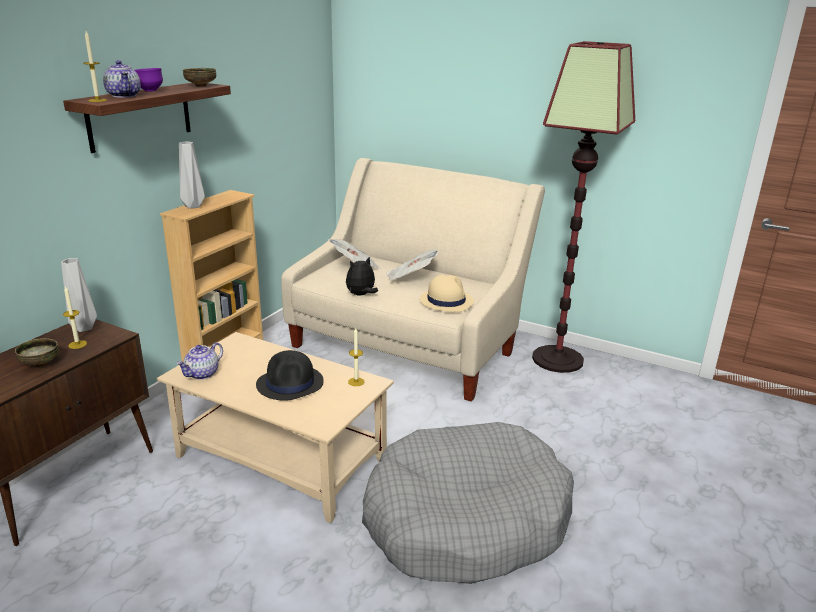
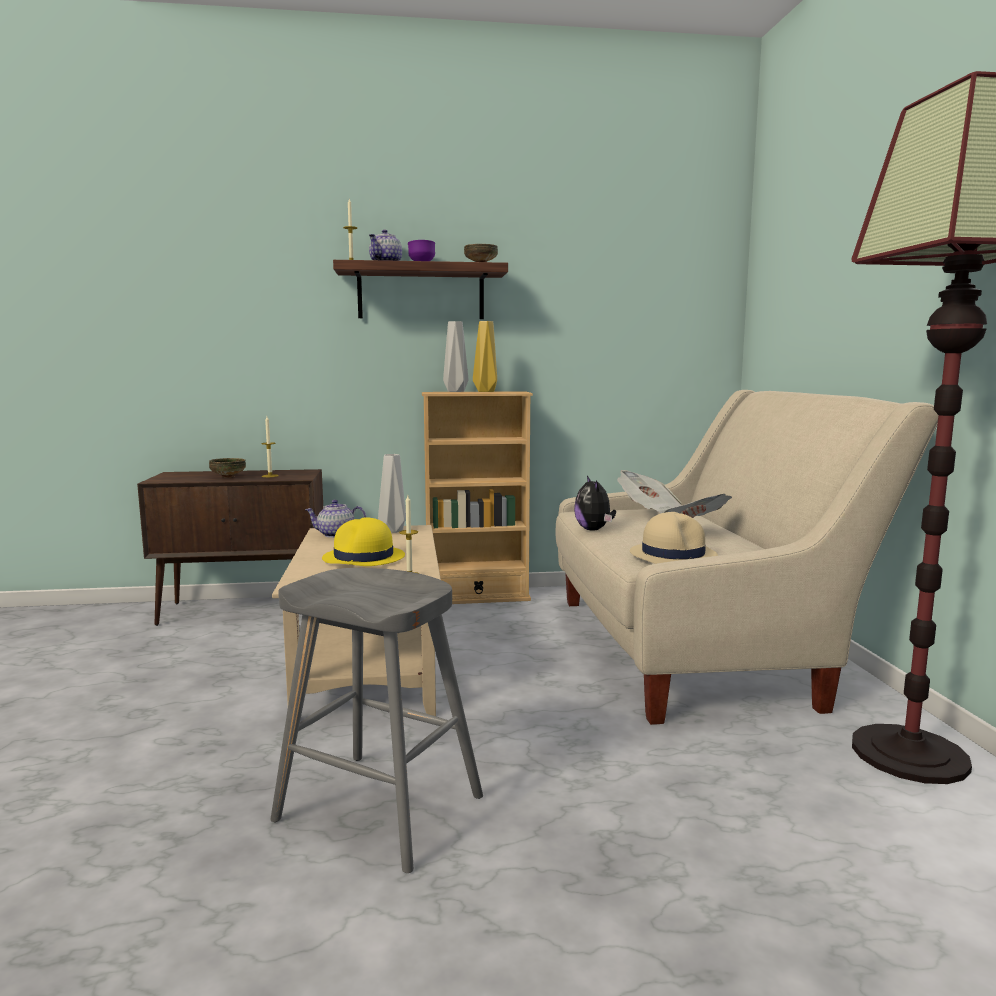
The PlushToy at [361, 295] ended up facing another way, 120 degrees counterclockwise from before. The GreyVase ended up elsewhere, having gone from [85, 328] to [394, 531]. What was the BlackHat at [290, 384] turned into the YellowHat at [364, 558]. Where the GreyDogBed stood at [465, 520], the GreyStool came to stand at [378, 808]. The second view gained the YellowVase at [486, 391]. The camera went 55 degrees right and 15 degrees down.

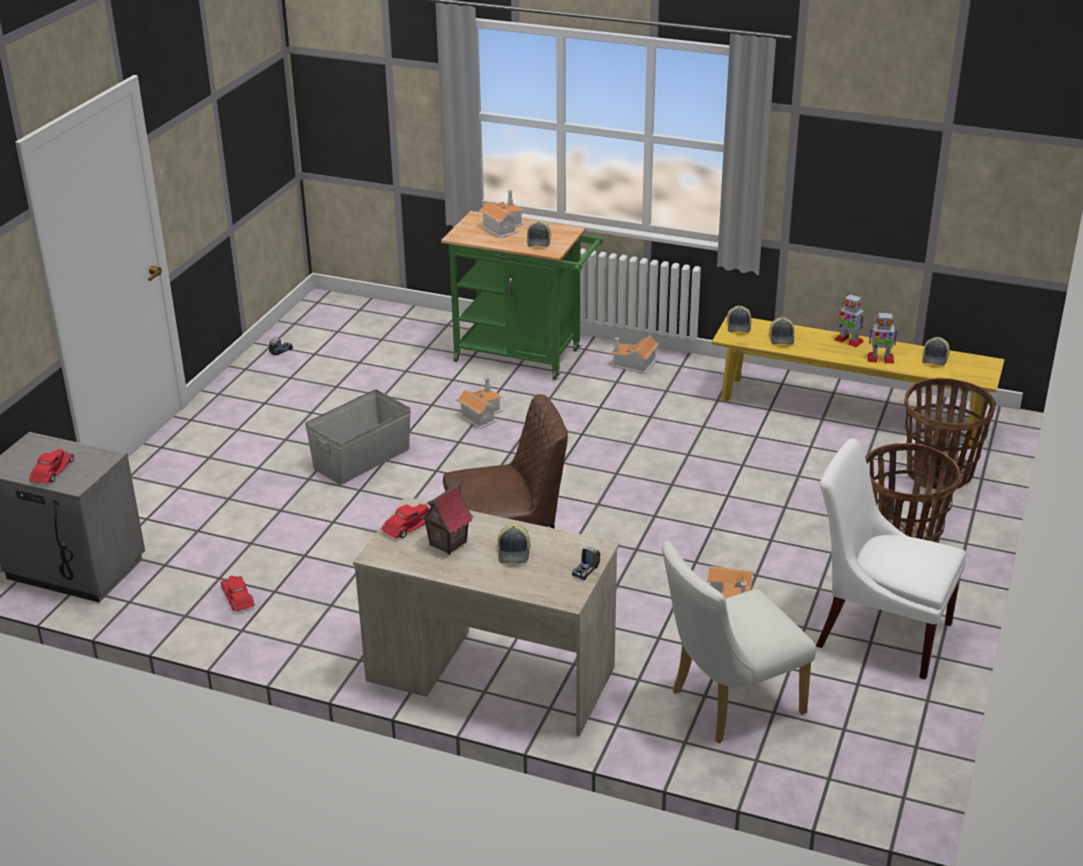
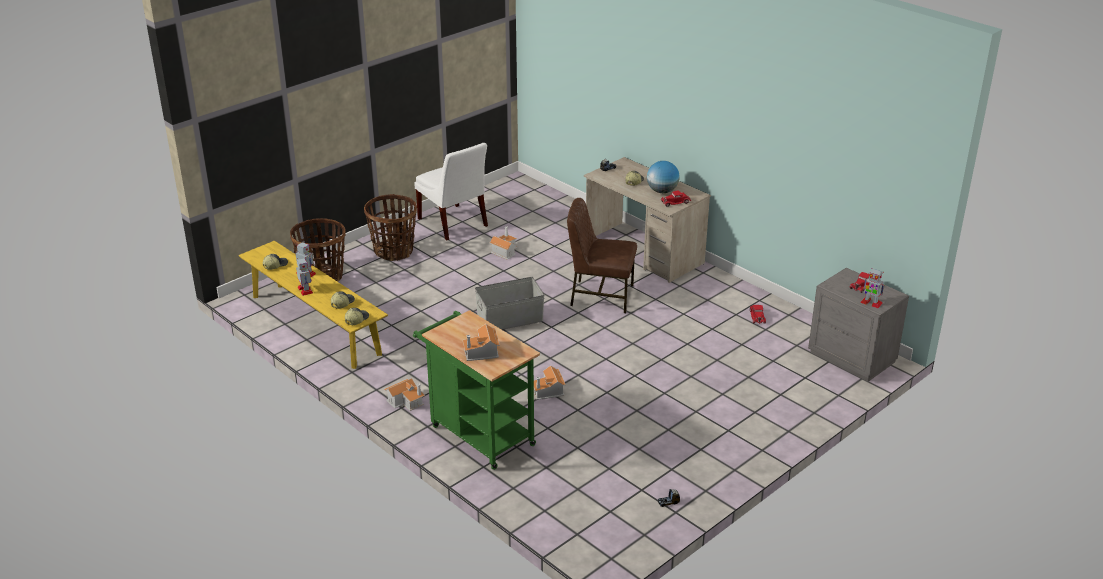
The second view lost the Cap at [539, 241]. The GreyStorageBox ended up elsewhere, having gone from [361, 458] to [510, 319]. Where the ToyHouse stood at [447, 543], the Globe came to stand at [662, 191]. The second view lost the WhiteChair at [728, 704]. The second view gained the ToyRobot at [870, 303]. The camera went 155 degrees left and 0 degrees up.

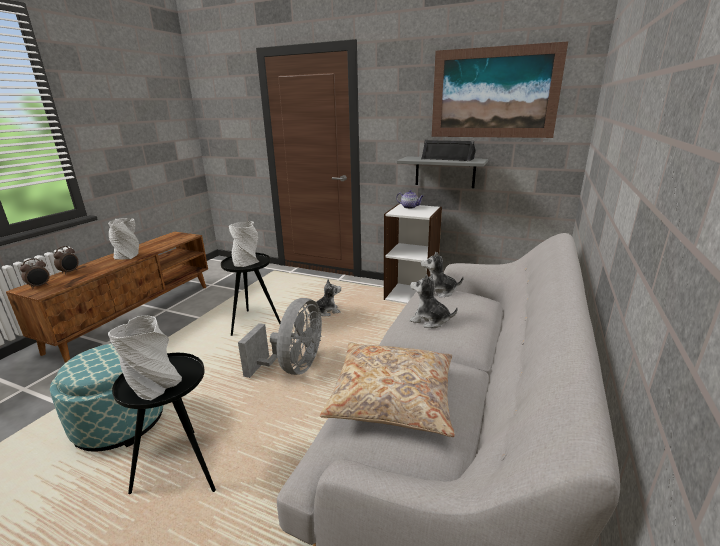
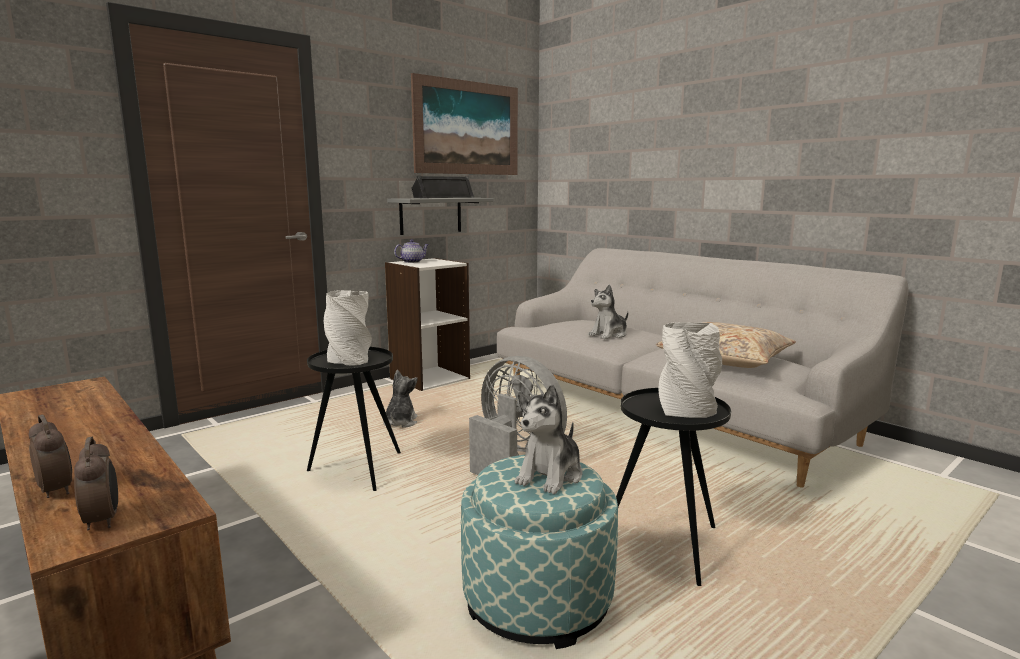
The second view lost the GreyVase at [128, 256]. The PlushToy ended up elsewhere, having gone from [439, 292] to [550, 475]. The camera went 65 degrees left and 10 degrees down.

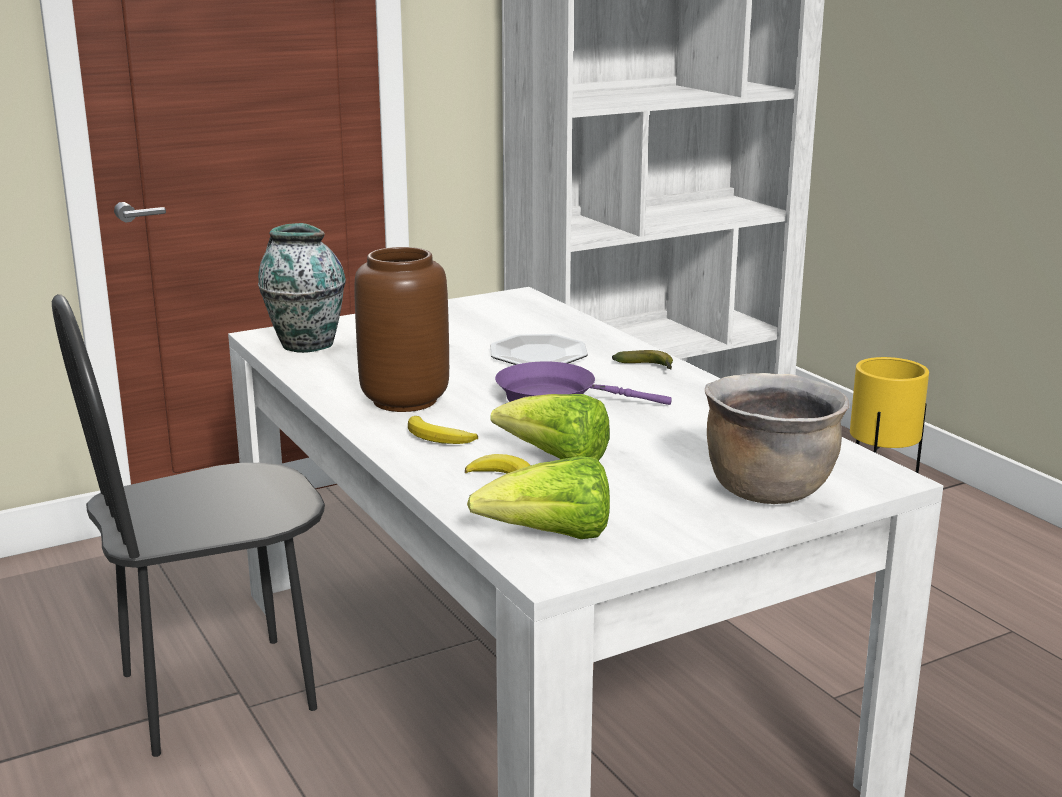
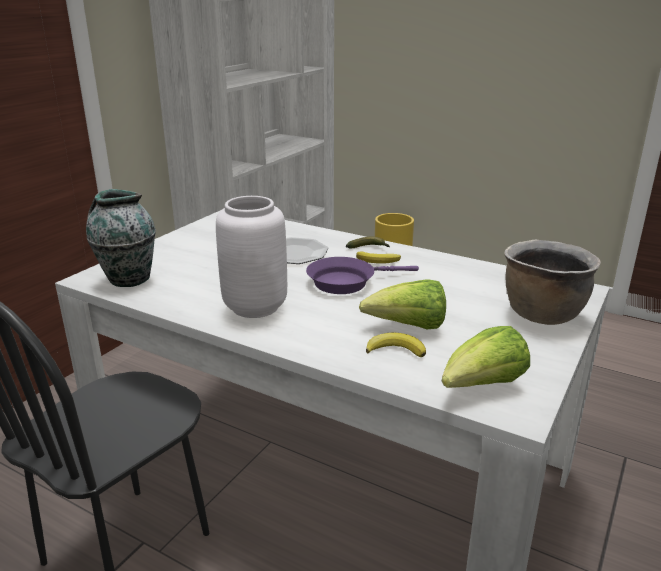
What was the BrownVase at [407, 401] turned into the WhiteVase at [256, 307]. The Banana ended up elsewhere, having gone from [438, 438] to [379, 261]. The camera went 30 degrees left and 5 degrees up.

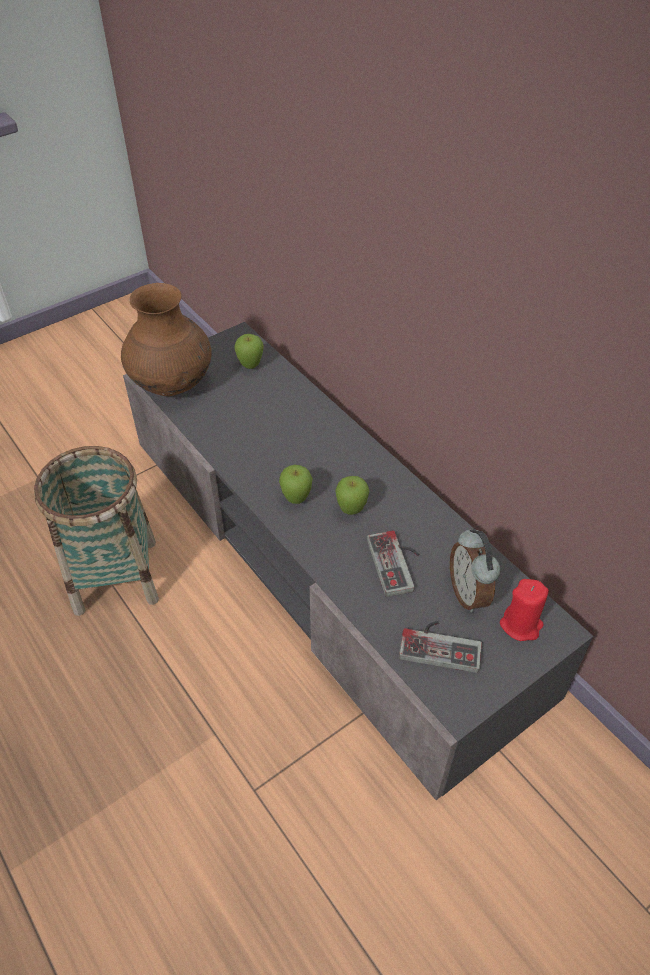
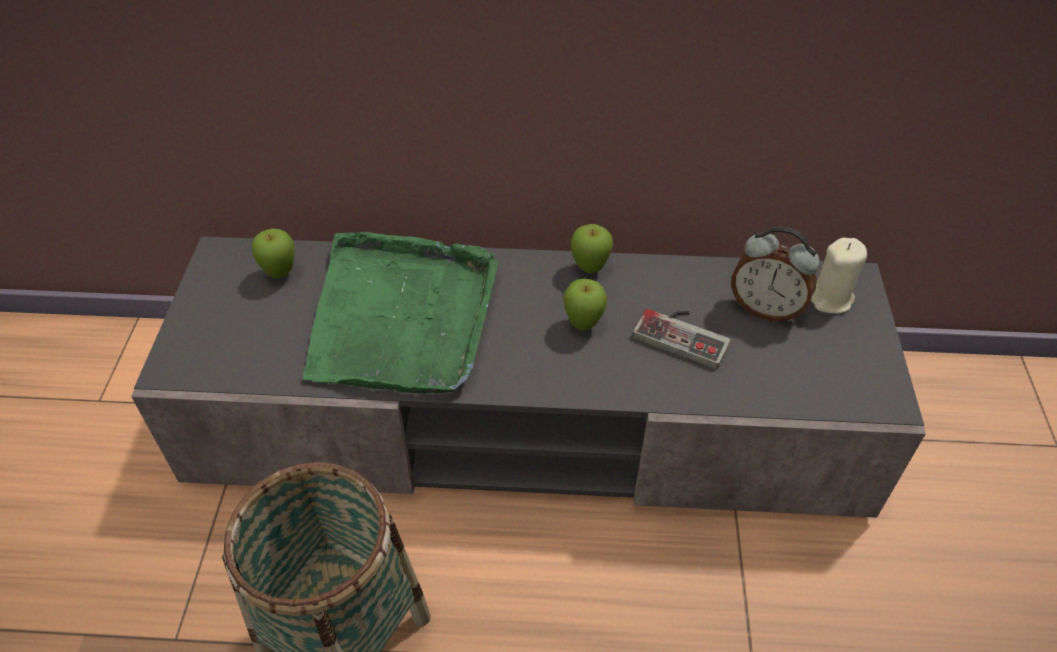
The second view lost the BrownVase at [172, 385]. The Apple ended up elsewhere, having gone from [296, 500] to [589, 269]. What was the RedCandle at [521, 625] turned into the BeigeCandle at [830, 298]. The second view lost the GameController at [440, 644]. The second view gained the GreenTray at [402, 317]. The camera went 50 degrees left and 0 degrees up.

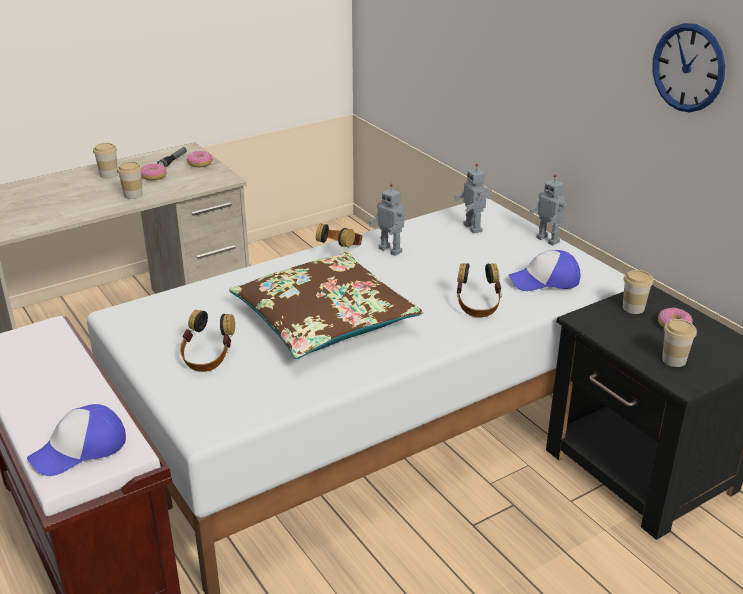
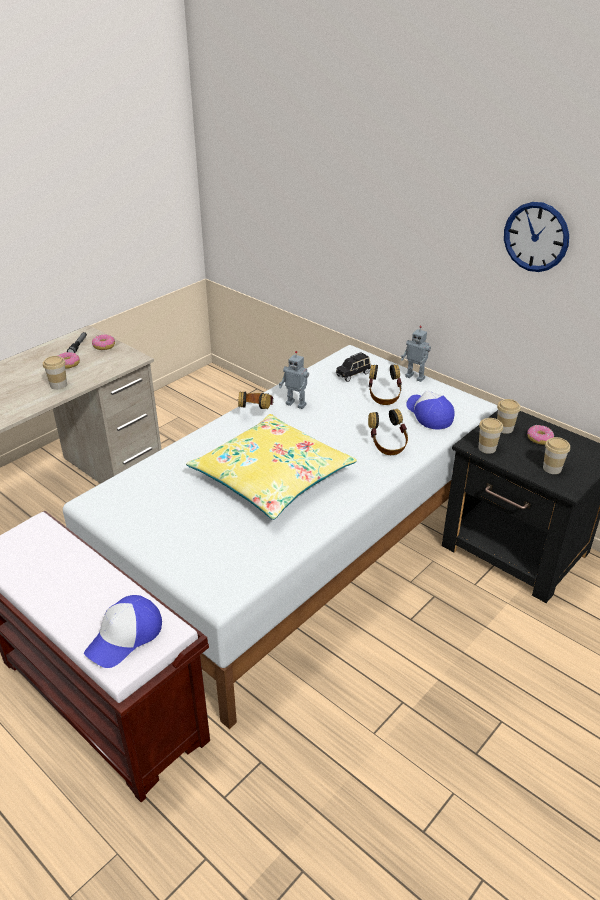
The Cup ended up elsewhere, having gone from [109, 175] to [487, 448]. Where the ToyRobot stood at [474, 228], the BlackToyCar came to stand at [353, 374]. The Cap at [545, 281] ended up facing another way, 90 degrees clockwise from before. What was the BrownPillow at [324, 320] turned into the YellowPillow at [271, 477]. The Headphones ended up elsewhere, having gone from [208, 359] to [384, 397]. The camera went 15 degrees left and 5 degrees up.

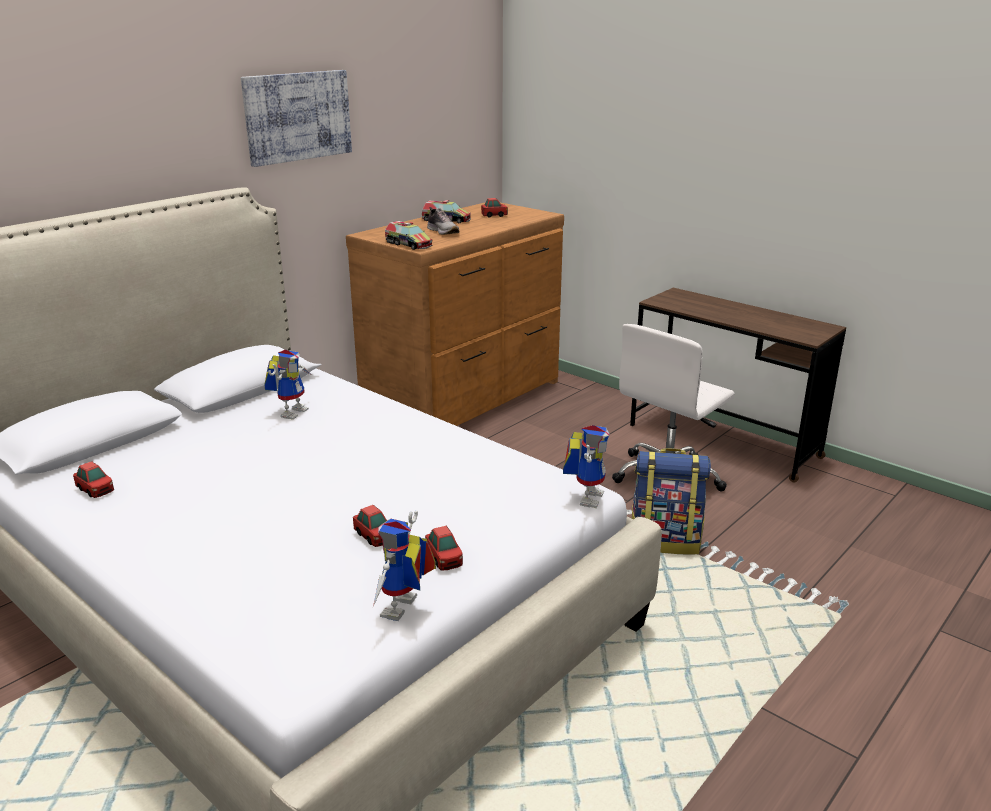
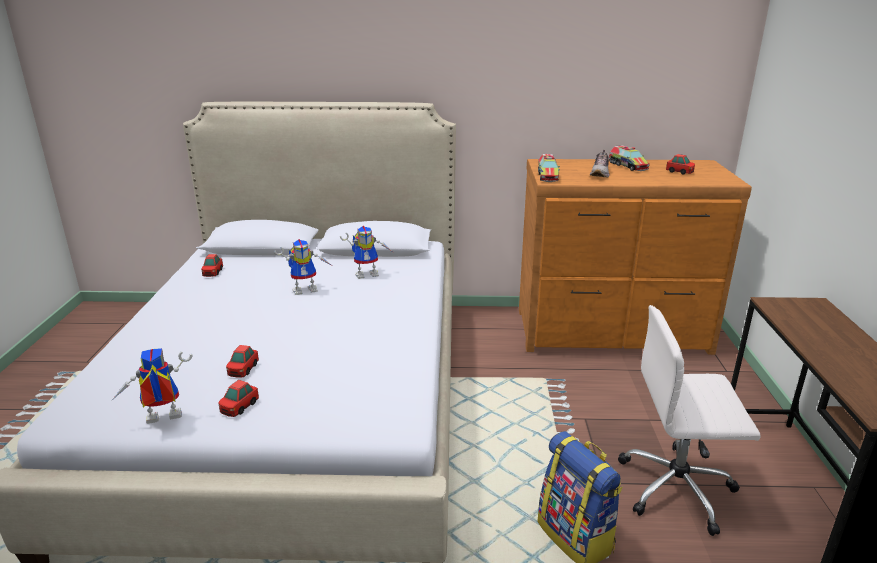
The second view lost the Picture at [297, 116]. The ToyRobot ended up elsewhere, having gone from [586, 496] to [306, 289]. The camera went 50 degrees right and 0 degrees up.

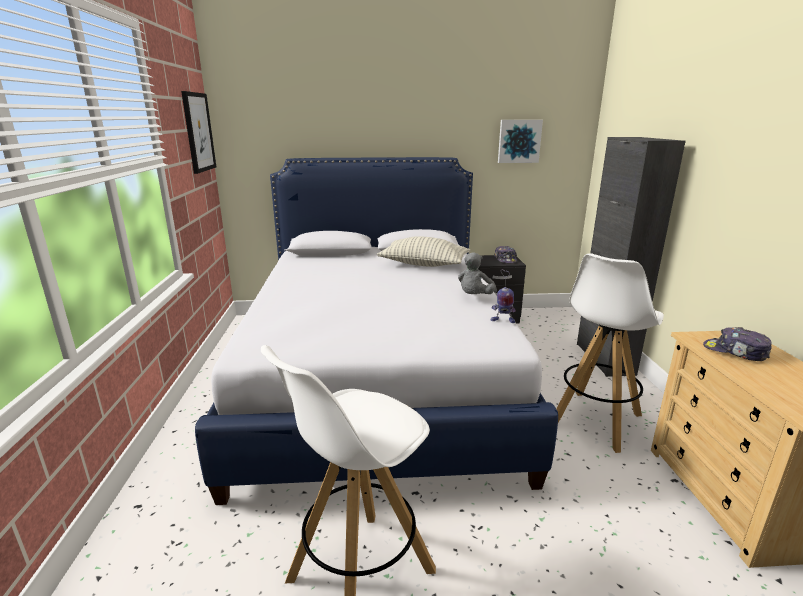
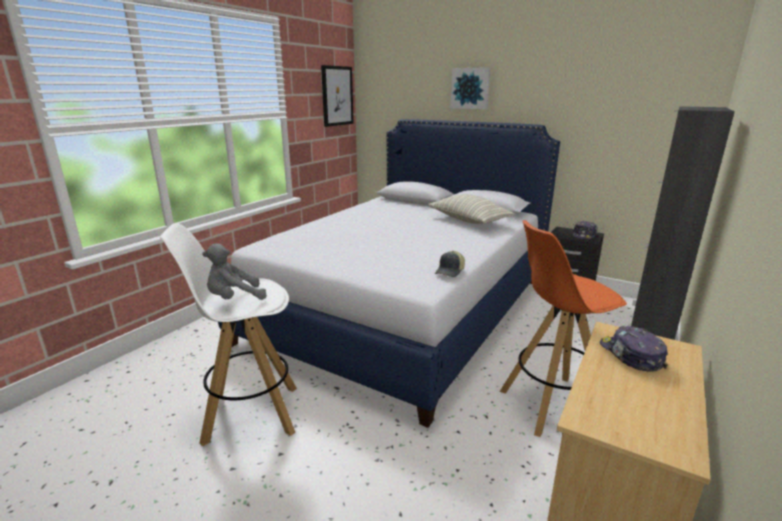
The Picture ended up elsewhere, having gone from [519, 141] to [470, 88]. The GreyPlushToy ended up elsewhere, having gone from [474, 297] to [234, 298]. What was the WhiteStool at [595, 420] turned into the OrangeStool at [551, 404]. Where the ToyRobot stood at [502, 320], the Cap came to stand at [450, 271]. The camera went 35 degrees right and 0 degrees up.

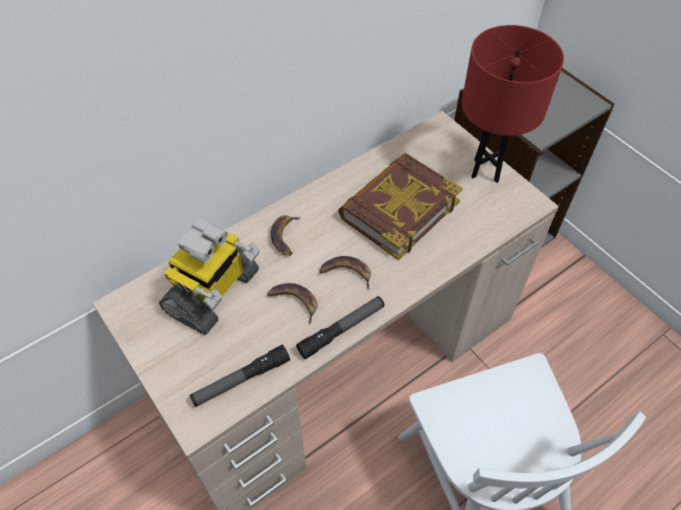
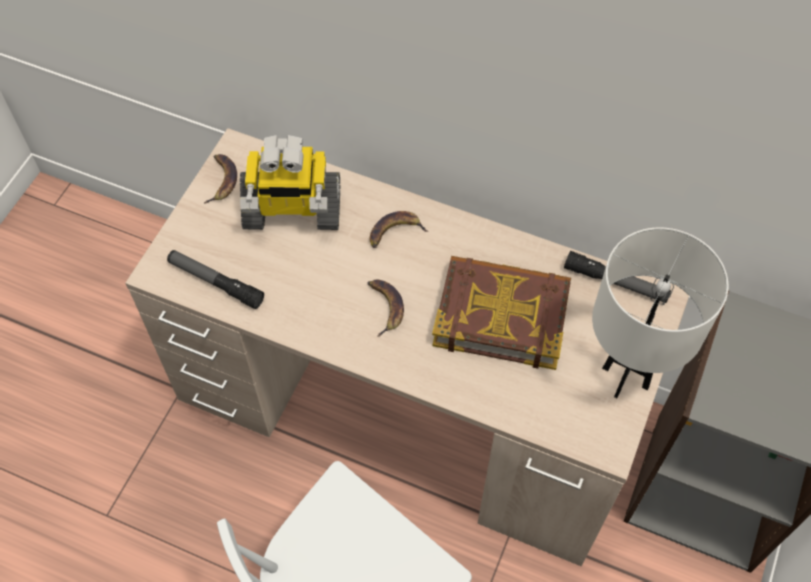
What was the RedTableLamp at [486, 170] turned into the WhiteTableLamp at [625, 378]. The Banana ended up elsewhere, having gone from [294, 301] to [222, 180]. The Flashlight ended up elsewhere, having gone from [342, 330] to [615, 282]. The camera went 60 degrees right and 5 degrees up.

